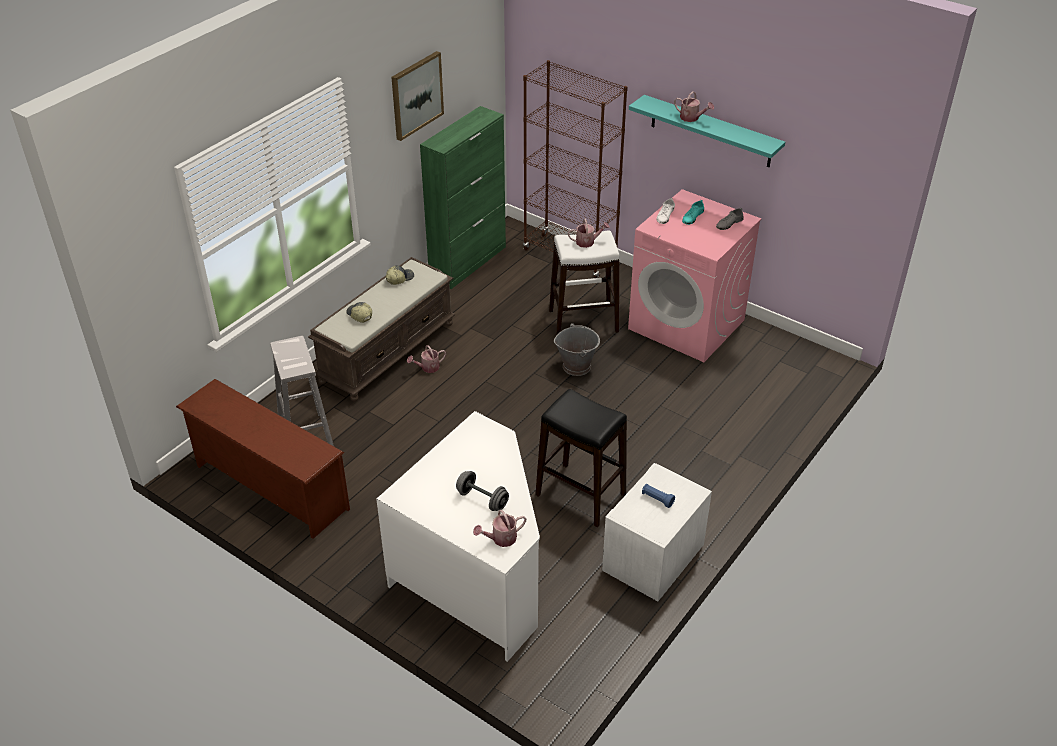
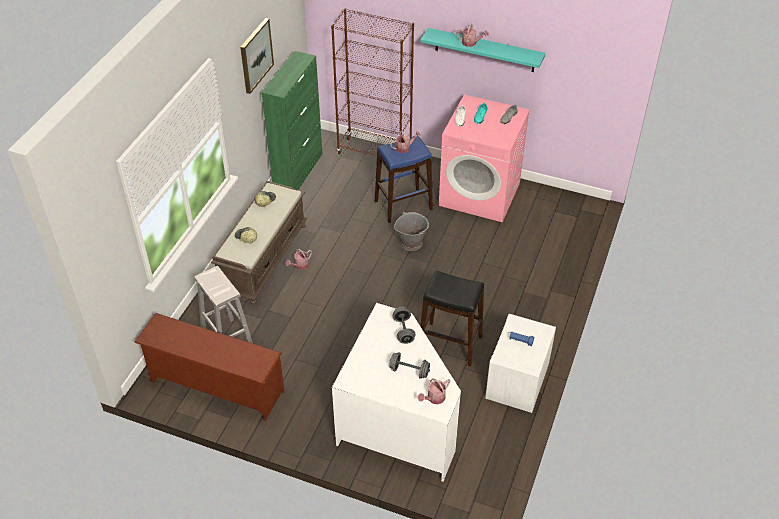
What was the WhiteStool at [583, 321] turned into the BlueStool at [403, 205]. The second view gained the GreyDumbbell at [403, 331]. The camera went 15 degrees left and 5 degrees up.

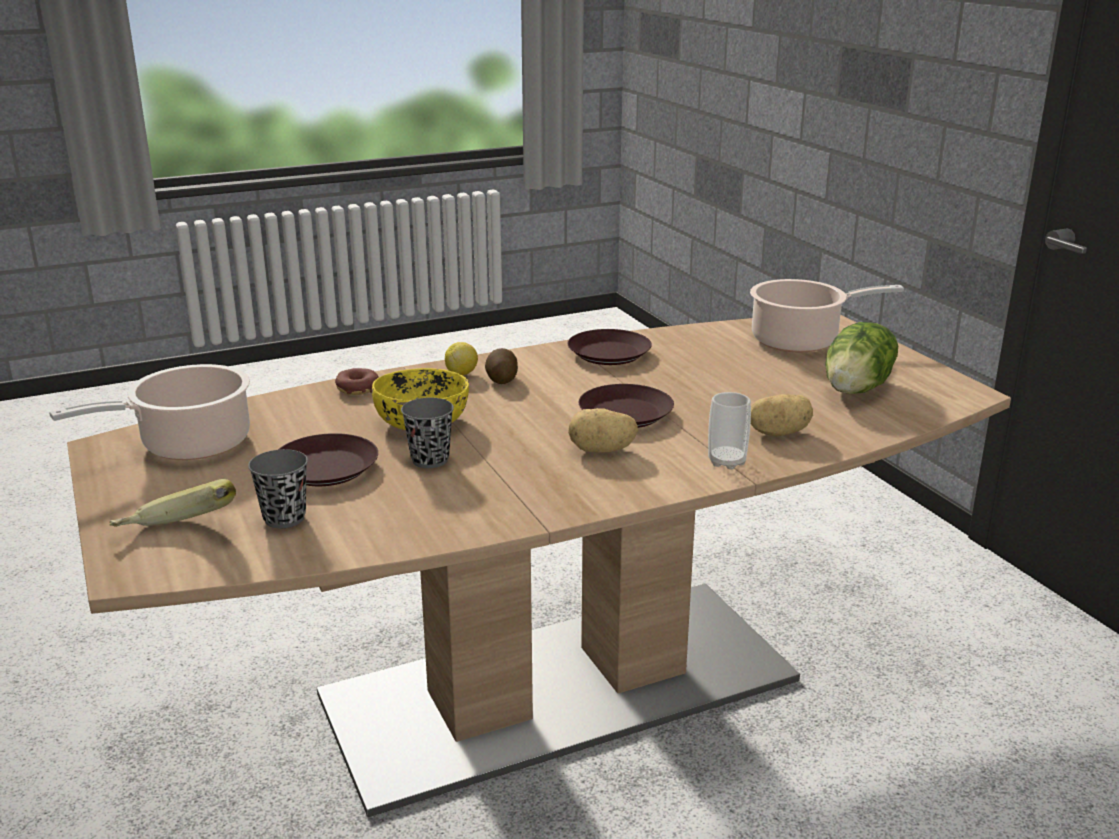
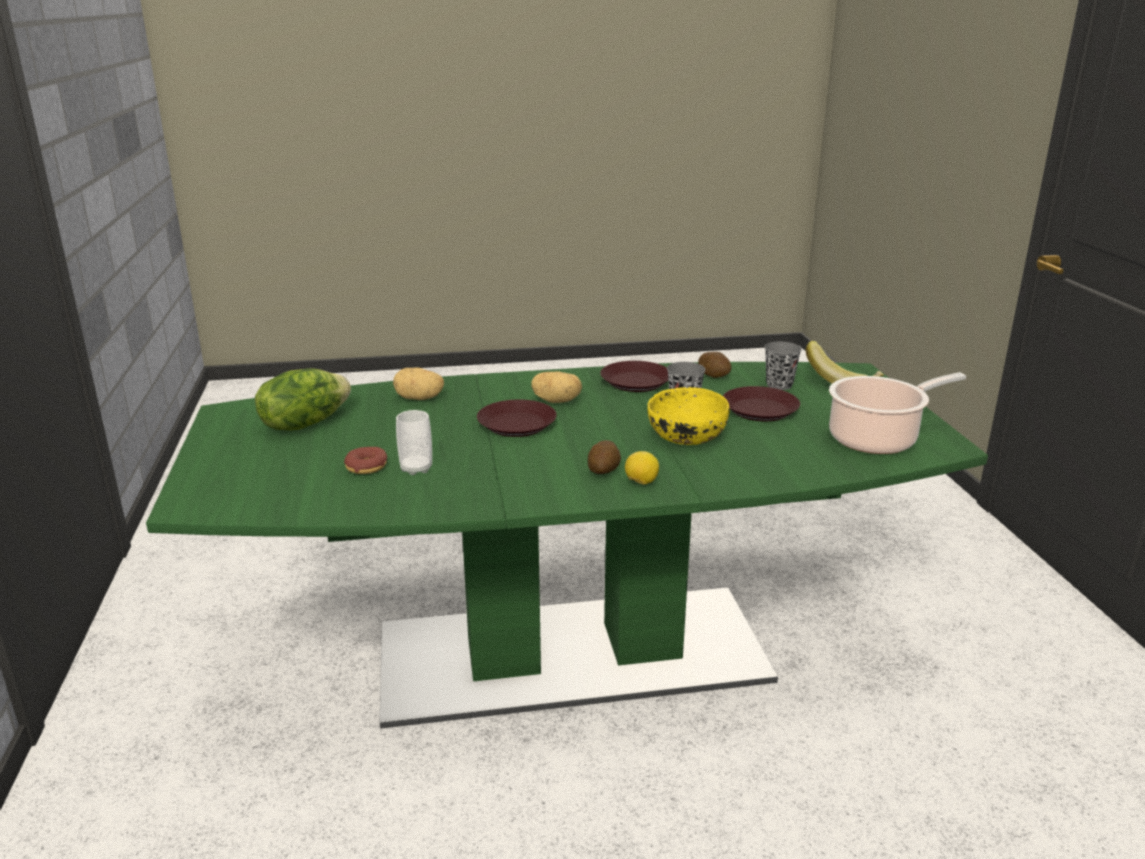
The second view lost the CookingPot at [800, 341]. What was the BrownDiningTable at [558, 688] turned into the GreenDiningTable at [573, 653]. The BrownPlate ended up elsewhere, having gone from [608, 353] to [636, 382]. The Donut ended up elsewhere, having gone from [357, 389] to [366, 467]. The Cup ended up elsewhere, having gone from [726, 462] to [416, 468]. The second view gained the Potato at [714, 375]. The camera went 165 degrees left and 0 degrees up.

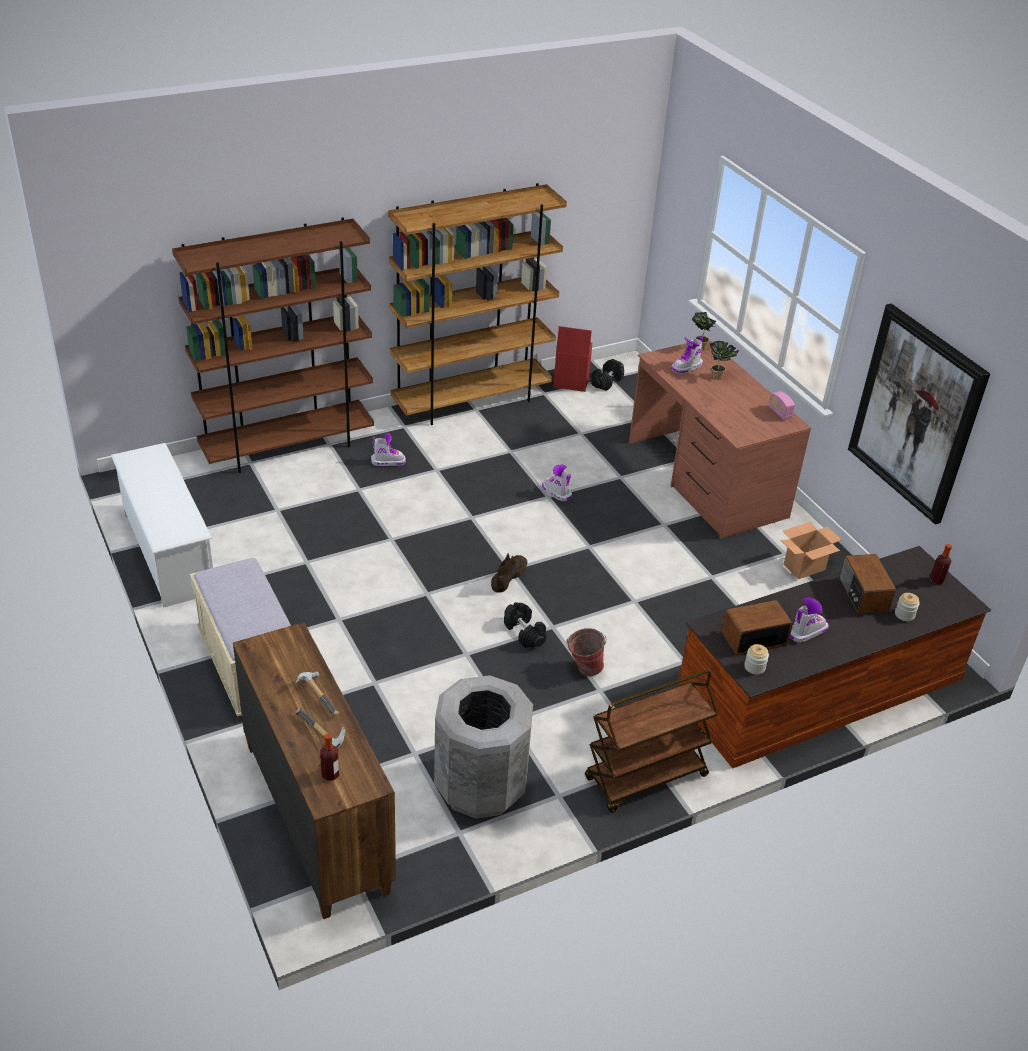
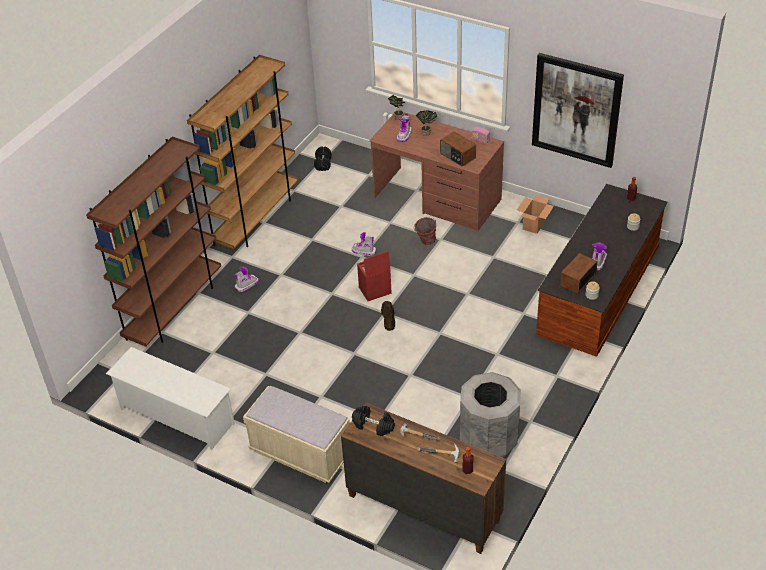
The RedStorageBox ended up elsewhere, having gone from [570, 382] to [374, 291]. The Radio ended up elsewhere, having gone from [862, 595] to [457, 156]. The BlackDumbbell ended up elsewhere, having gone from [524, 633] to [373, 426]. The Bucket ended up elsewhere, having gone from [583, 668] to [425, 242]. The second view lost the BrownCart at [645, 778]. The camera went 30 degrees left and 5 degrees up.

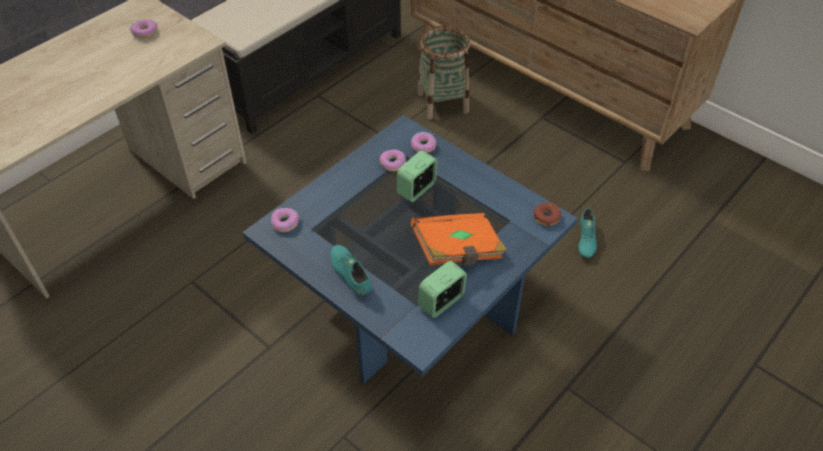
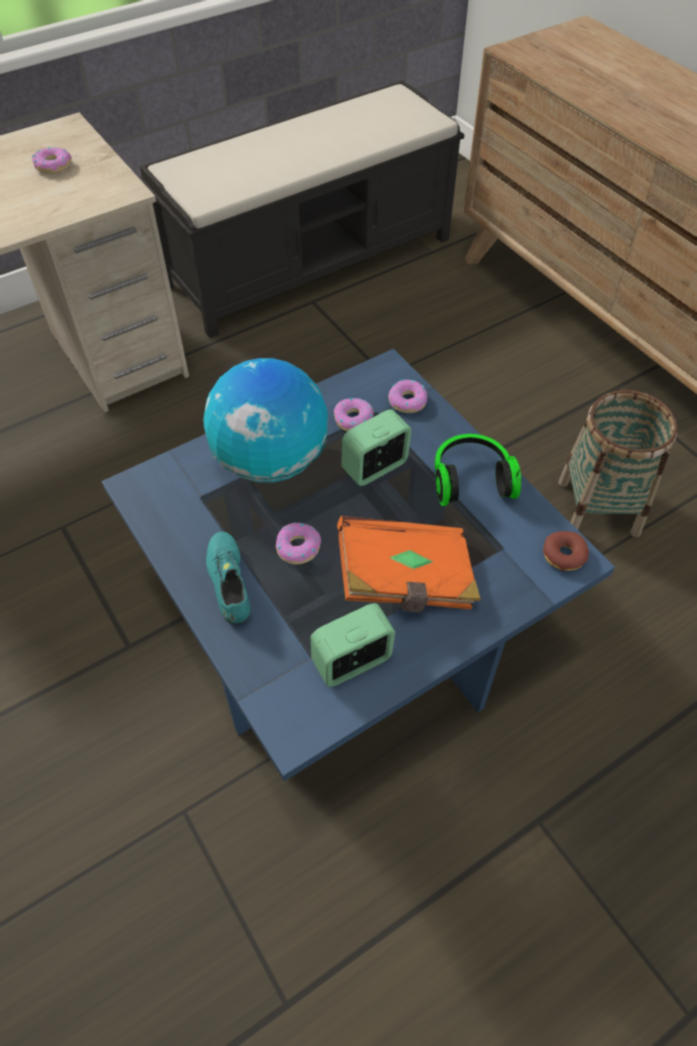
The Basket ended up elsewhere, having gone from [443, 102] to [598, 507]. The Donut ended up elsewhere, having gone from [285, 223] to [298, 547]. The second view lost the TurquoiseShoe at [585, 240]. The second view gained the Globe at [270, 461]. The second view gained the Headphones at [470, 479]. The camera went 15 degrees right and 5 degrees up.

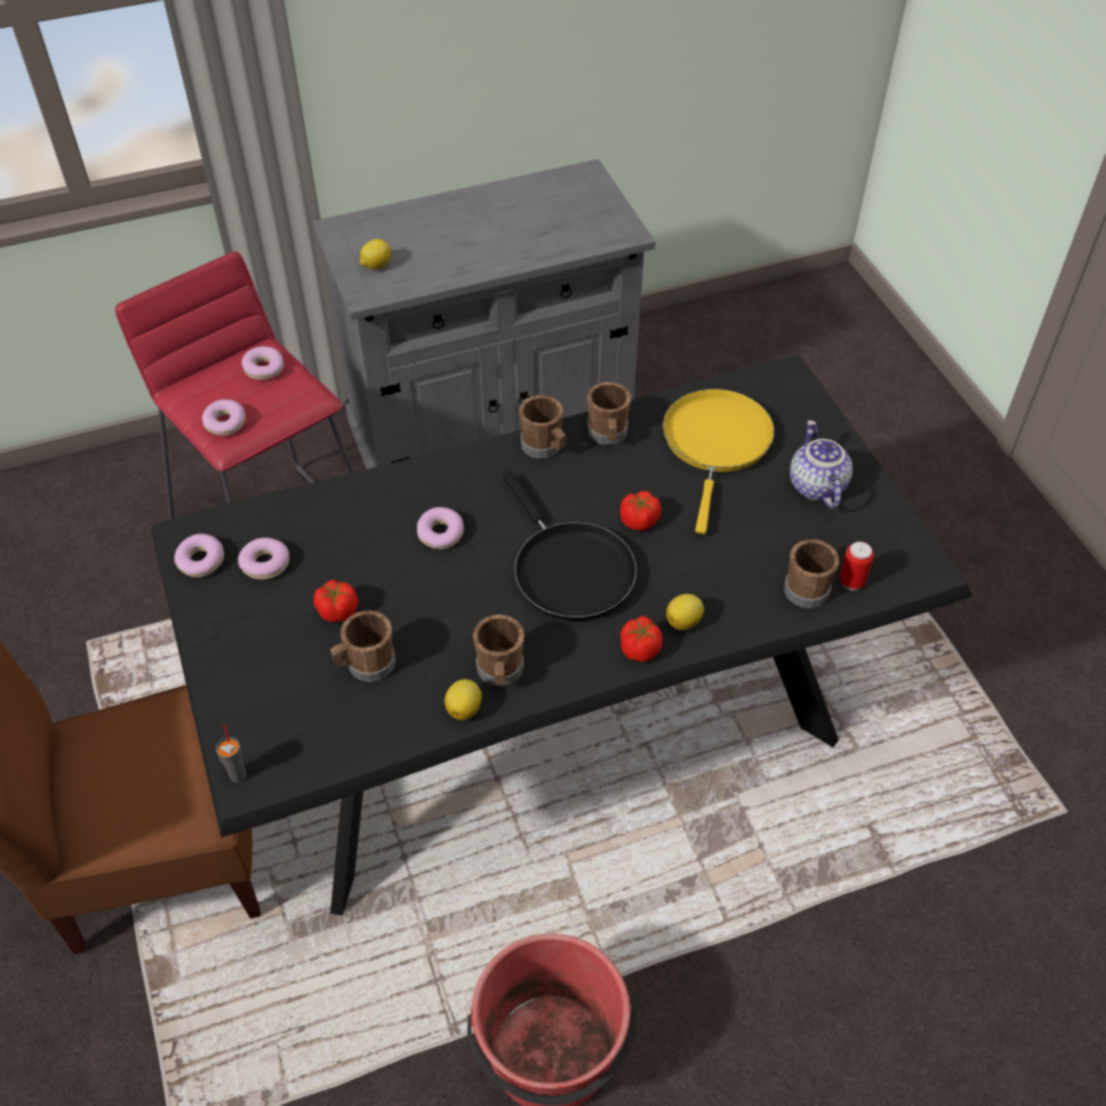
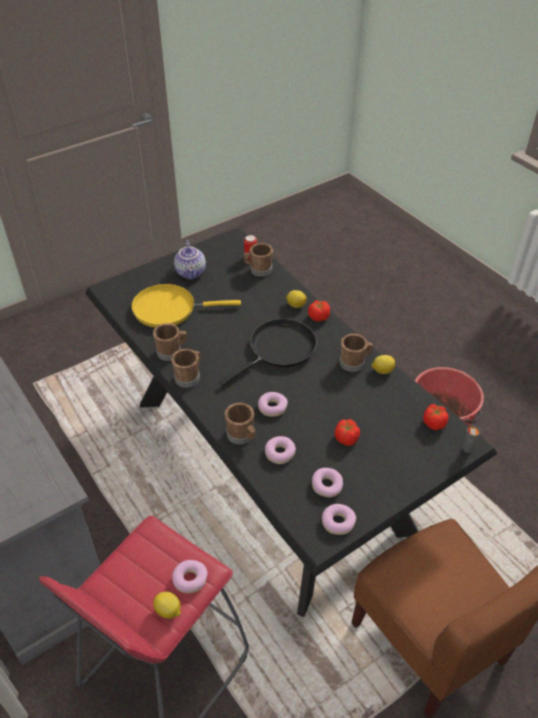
The Lemon ended up elsewhere, having gone from [376, 266] to [168, 611]. The Donut ended up elsewhere, having gone from [264, 369] to [280, 453]. The Teapot at [815, 486] ended up facing another way, 75 degrees counterclockwise from before. The Tomato ended up elsewhere, having gone from [639, 521] to [434, 423]. The BrownMug ended up elsewhere, having gone from [366, 665] to [242, 436]. The camera went 105 degrees left and 5 degrees down.

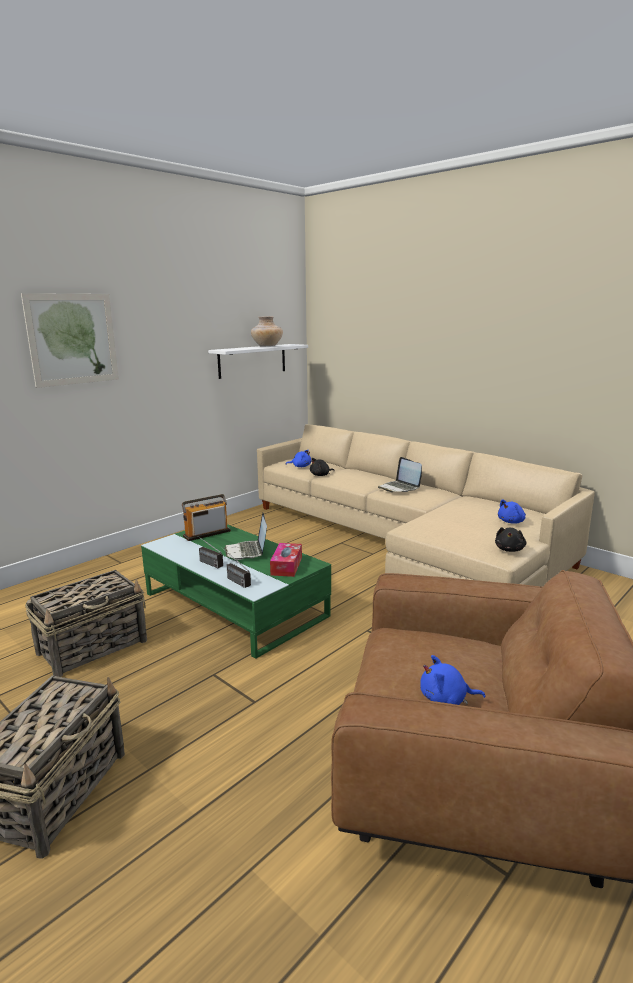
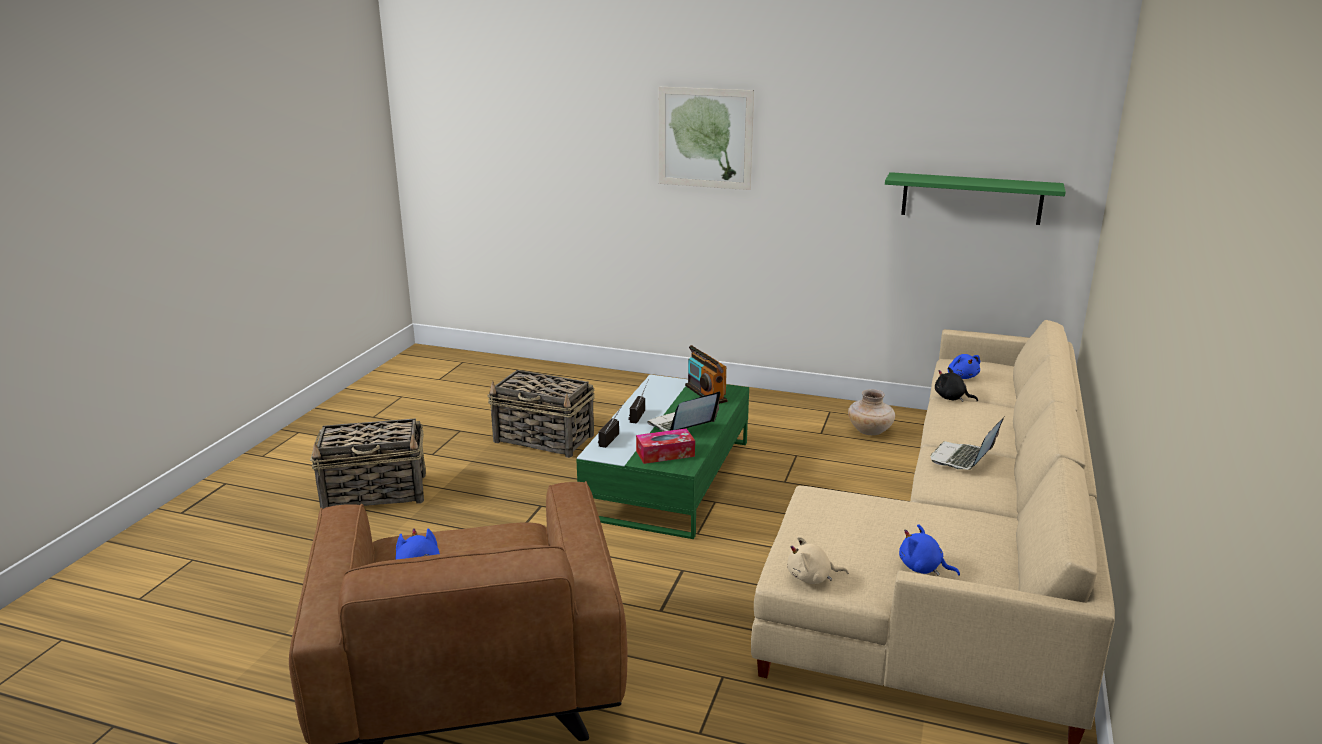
The BeigeVase ended up elsewhere, having gone from [267, 346] to [870, 431]. What was the WhiteShelf at [252, 360] turned into the GreenShelf at [971, 198]. The Radio at [207, 534] ended up facing another way, 150 degrees counterclockwise from before. What was the BlackPlushToy at [509, 549] turned into the BeigePlushToy at [812, 578]. The camera went 65 degrees right and 5 degrees up.

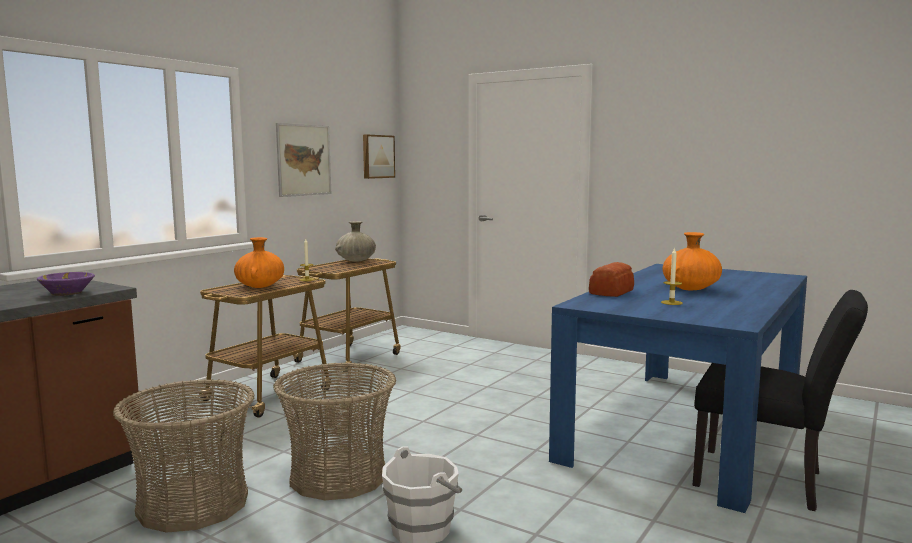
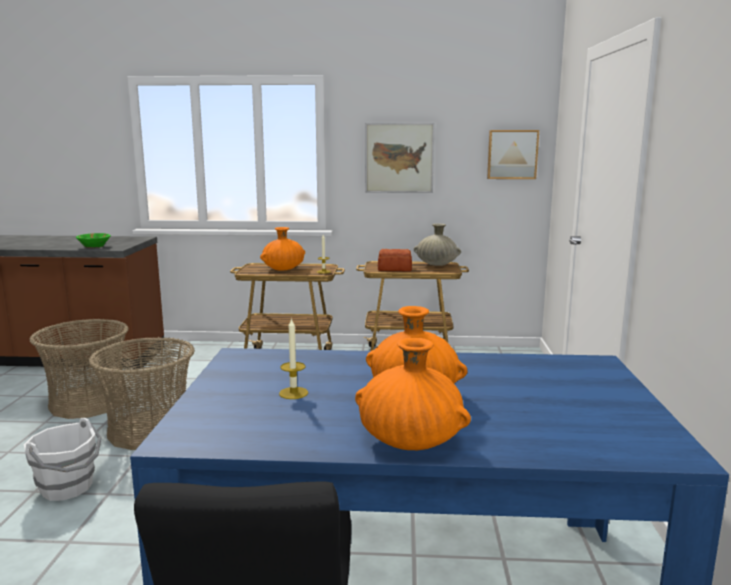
The Bread ended up elsewhere, having gone from [612, 292] to [395, 269]. What was the PurpleBowl at [67, 293] turned into the GreenBowl at [94, 247]. The second view gained the OrangeVase at [410, 441]. The camera went 60 degrees right and 5 degrees up.

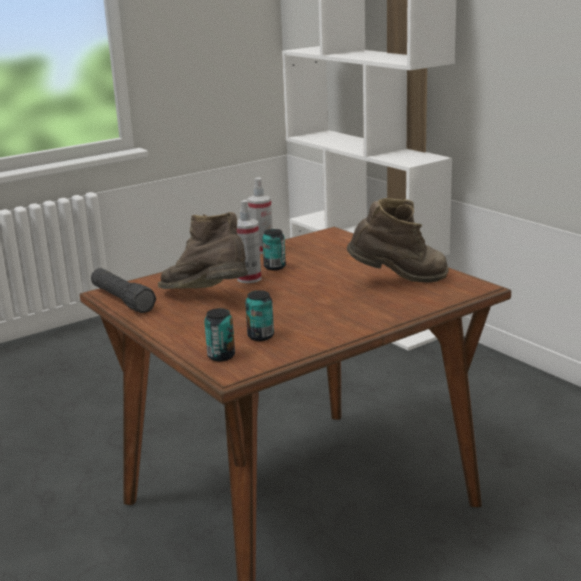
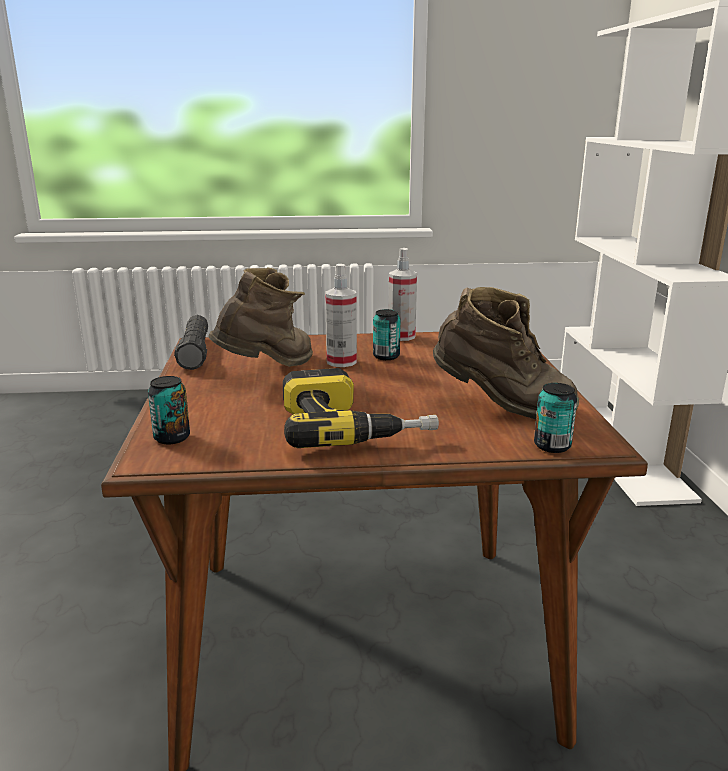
The BrownBoot at [206, 298] ended up facing another way, 60 degrees clockwise from before. The Can ended up elsewhere, having gone from [260, 336] to [552, 446]. The second view gained the PowerDrill at [353, 427]. The camera went 30 degrees right and 0 degrees up.

